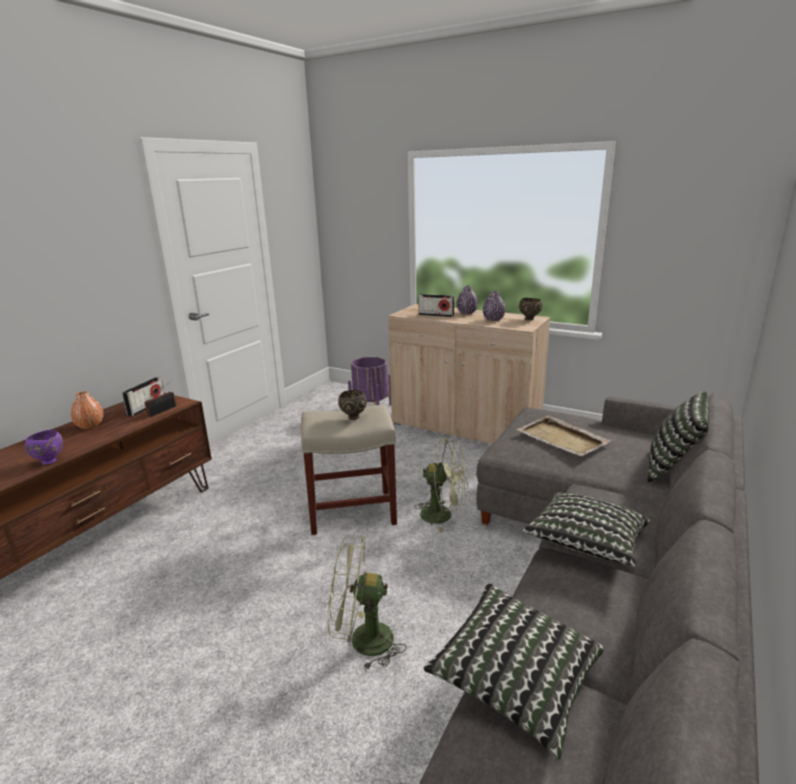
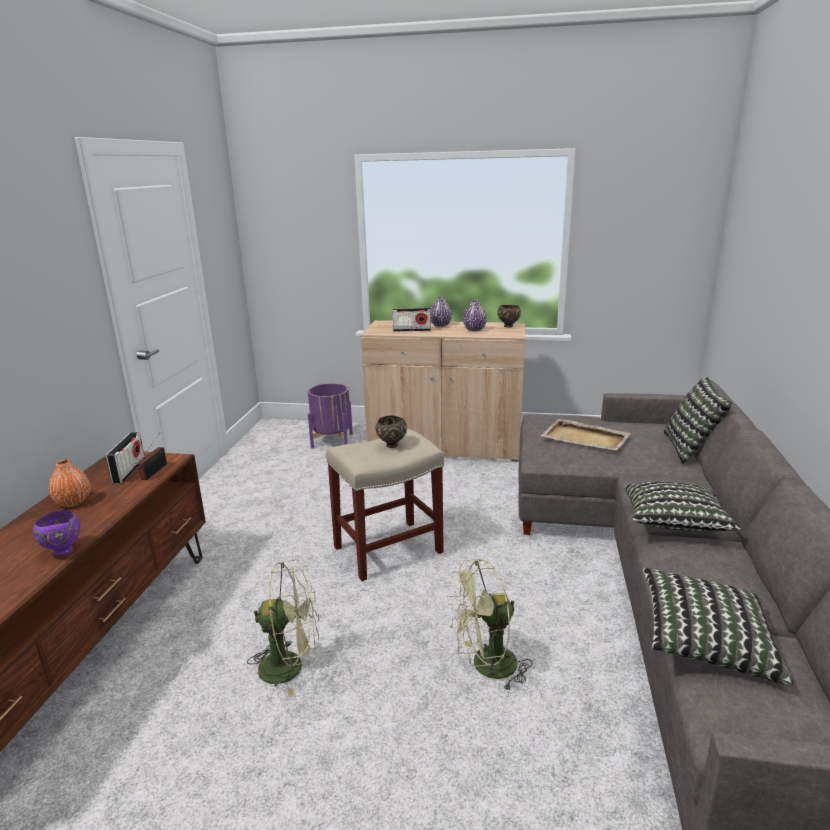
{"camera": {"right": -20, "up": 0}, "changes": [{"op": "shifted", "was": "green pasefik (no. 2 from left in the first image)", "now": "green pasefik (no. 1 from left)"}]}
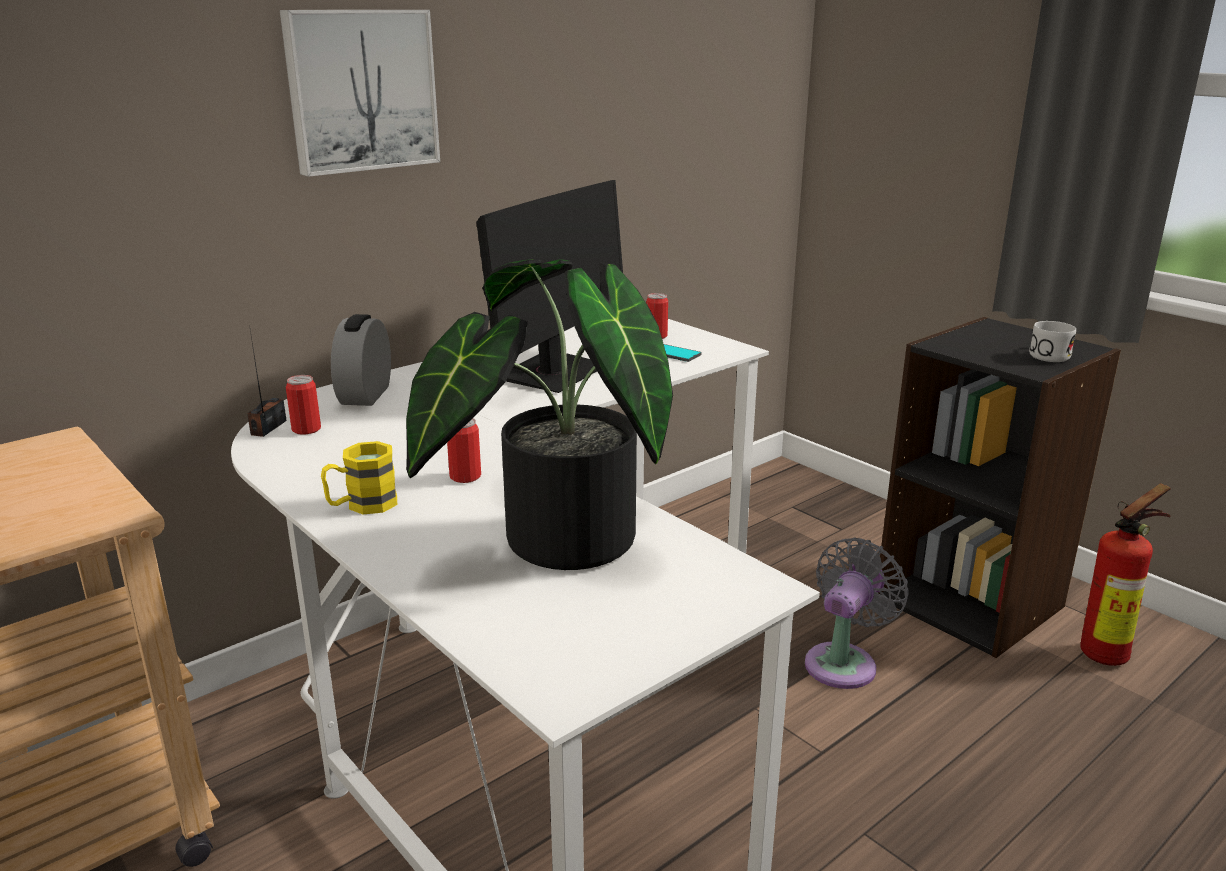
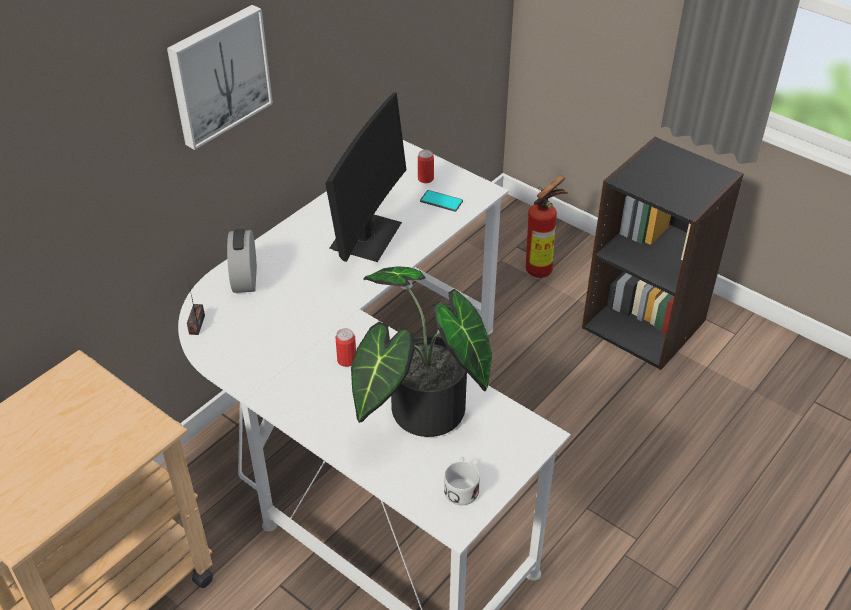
{"camera": {"right": -10, "up": 20}, "changes": [{"op": "gone", "was": "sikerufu (no. 1 from left)"}, {"op": "gone", "was": "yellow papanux"}, {"op": "gone", "was": "grey pasefik"}, {"op": "shifted", "was": "white papanux"}, {"op": "shifted", "was": "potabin"}]}
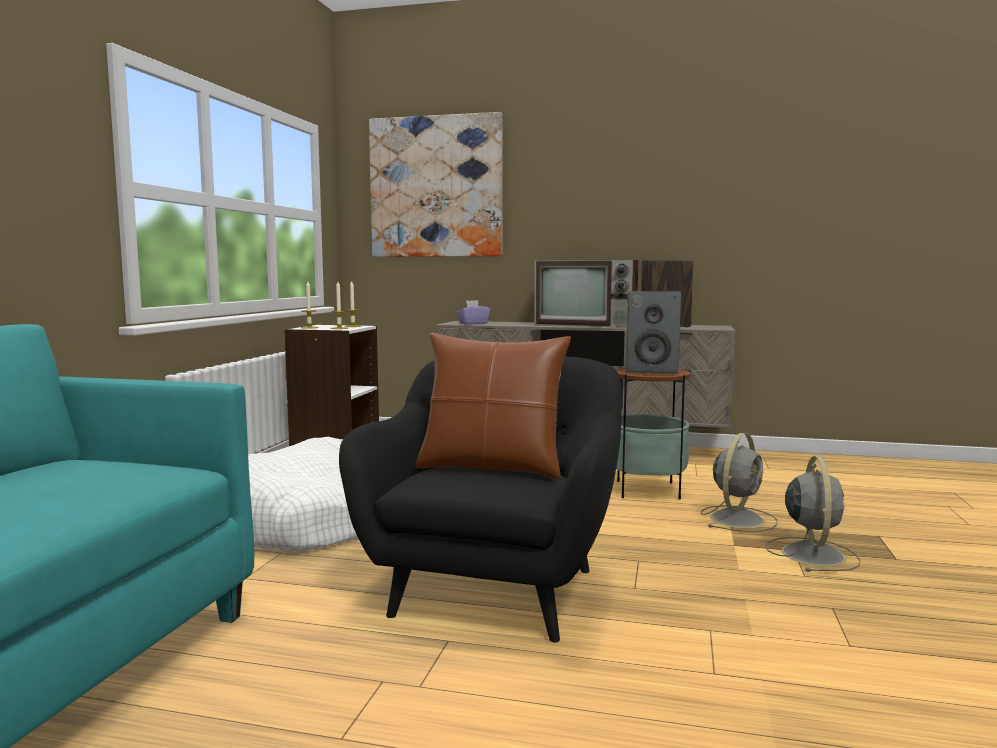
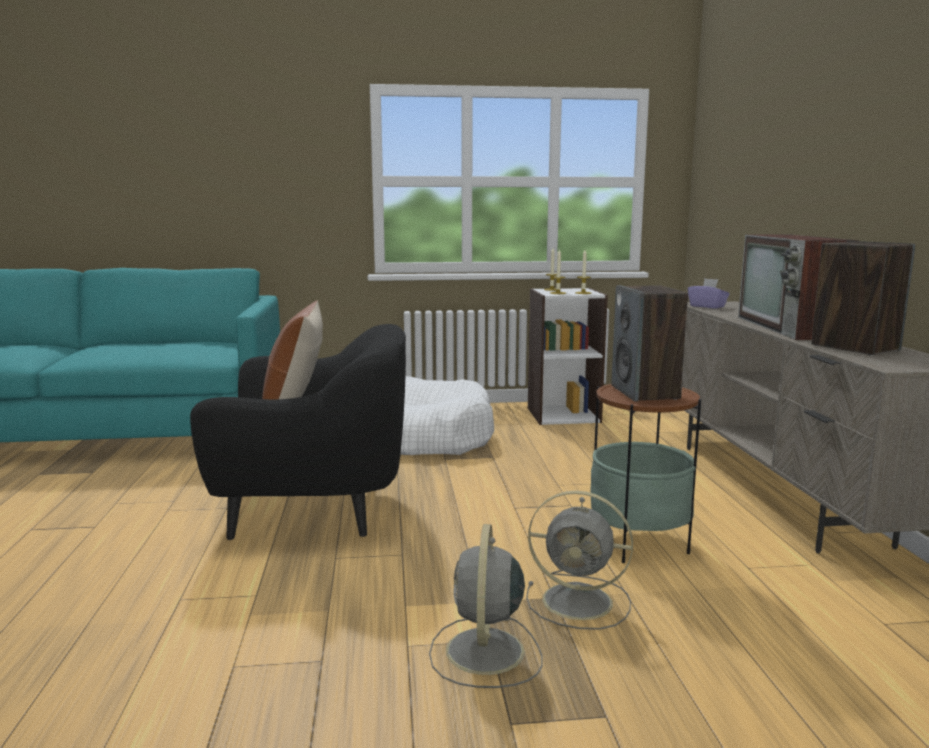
{"camera": {"right": 70, "up": 5}, "changes": [{"op": "gone", "was": "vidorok"}, {"op": "rotated", "was": "grey pasefik (no. 2 from left in the first image)", "clockwise": 105}]}
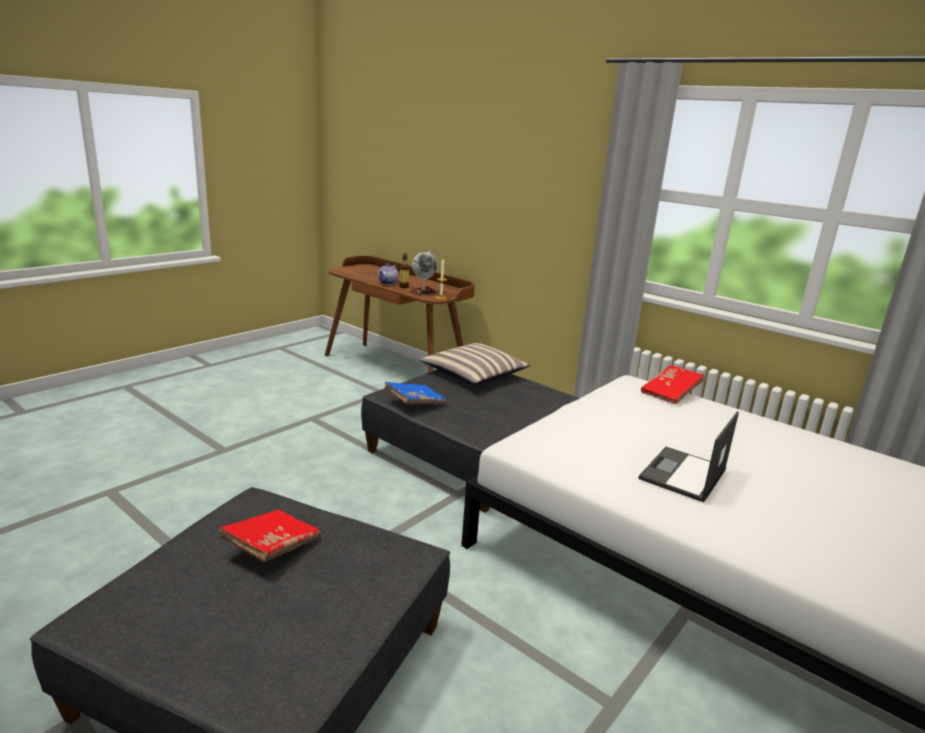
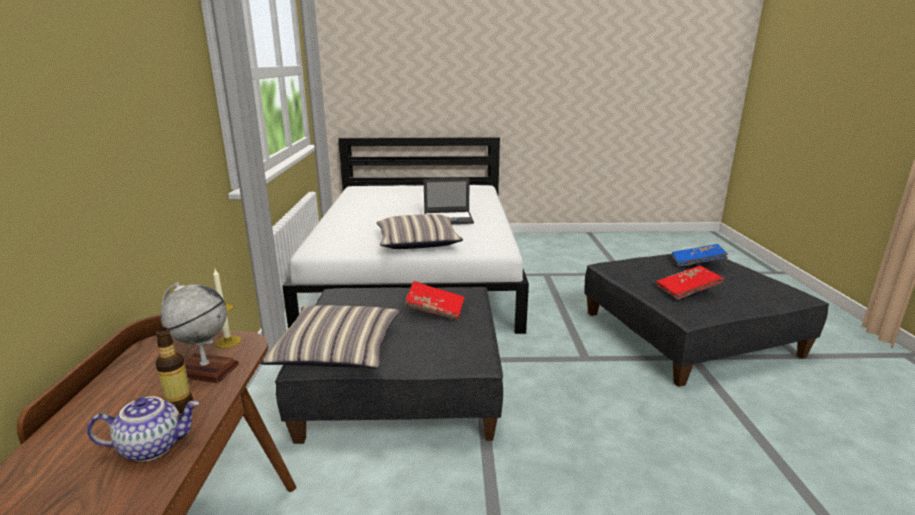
{"camera": {"right": -130, "up": 0}, "changes": [{"op": "new", "now": "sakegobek (no. 2 from left)"}, {"op": "shifted", "was": "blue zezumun"}, {"op": "shifted", "was": "red zezumun (no. 2 from left in the first image)", "now": "red zezumun (no. 1 from left)"}]}
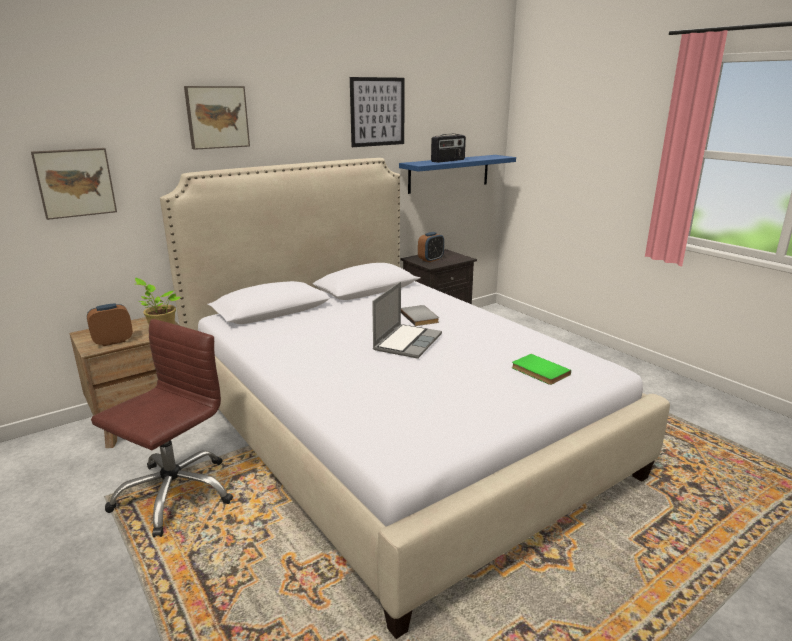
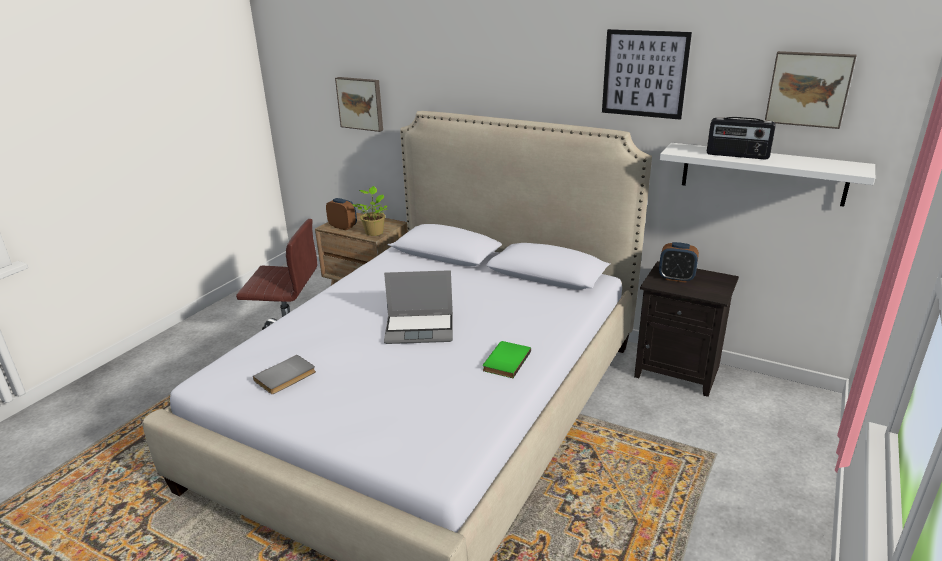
{"camera": {"right": 65, "up": 5}, "changes": [{"op": "shifted", "was": "vidorok (no. 2 from left in the first image)", "now": "vidorok (no. 3 from left)"}, {"op": "shifted", "was": "grey zezumun"}, {"op": "shifted", "was": "green zezumun"}, {"op": "repainted", "was": "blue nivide", "now": "white nivide"}]}
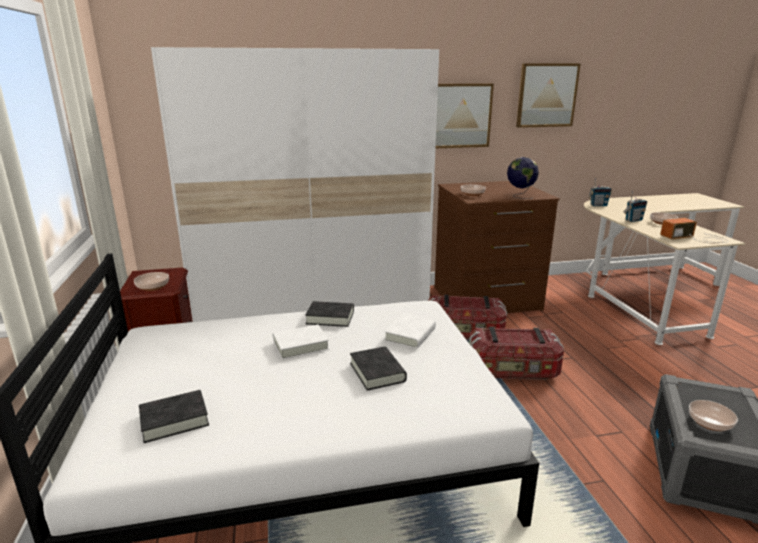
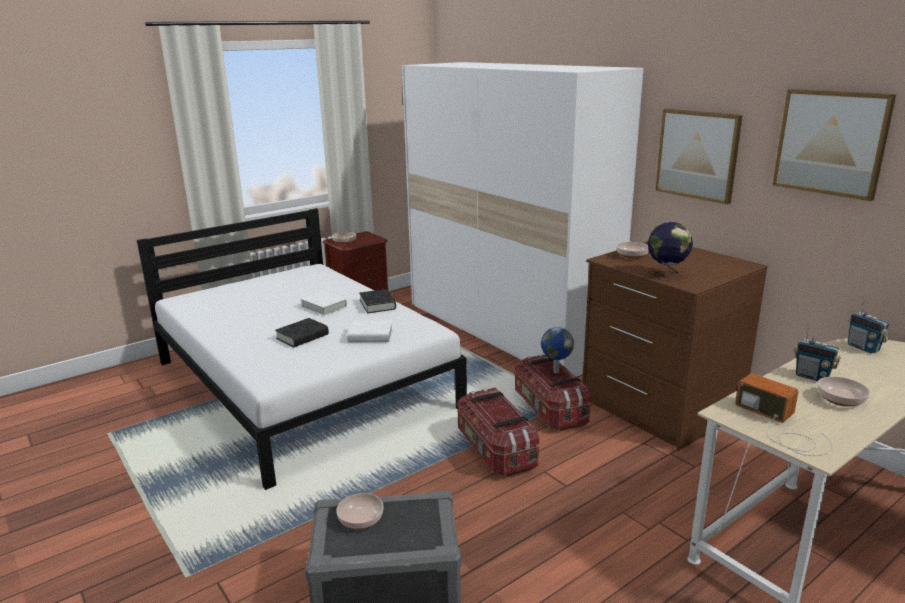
{"camera": {"right": 65, "up": 0}, "changes": [{"op": "gone", "was": "black zezumun (no. 1 from left)"}, {"op": "new", "now": "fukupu (no. 1 from left)"}]}
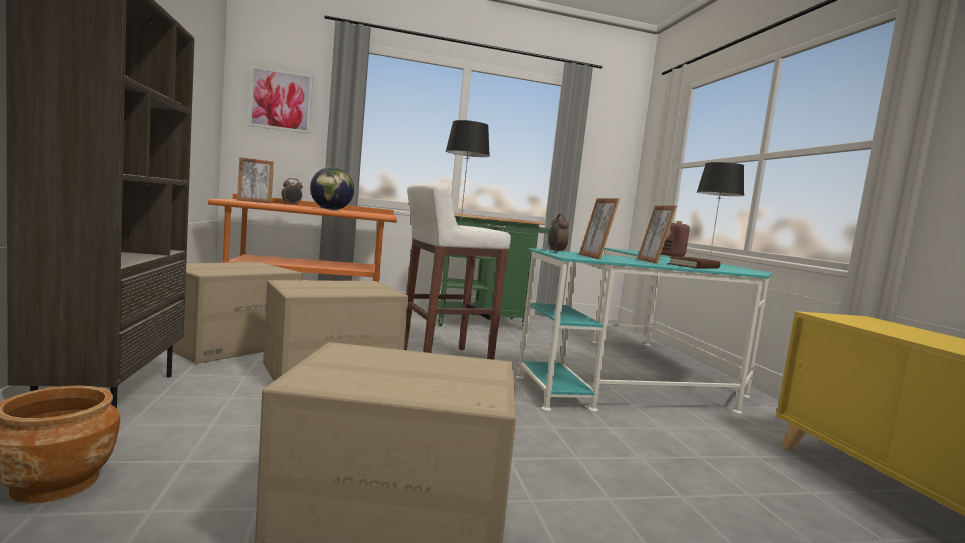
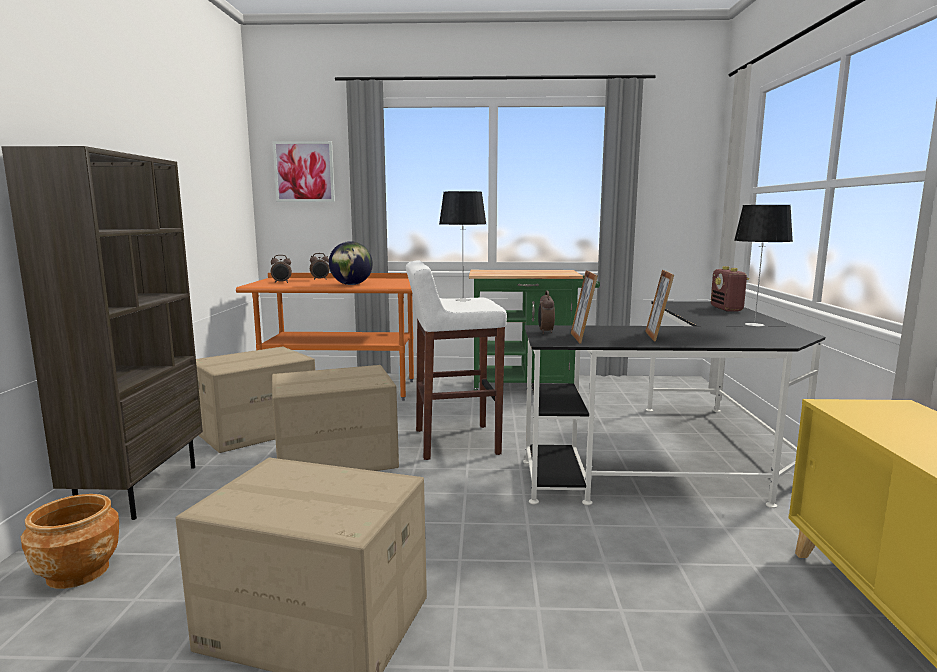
{"camera": {"right": 15, "up": 5}, "changes": [{"op": "gone", "was": "brown zezumun"}, {"op": "swapped", "was": "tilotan (no. 1 from left)", "now": "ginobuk (no. 1 from left)"}, {"op": "repainted", "was": "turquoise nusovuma", "now": "black nusovuma"}]}
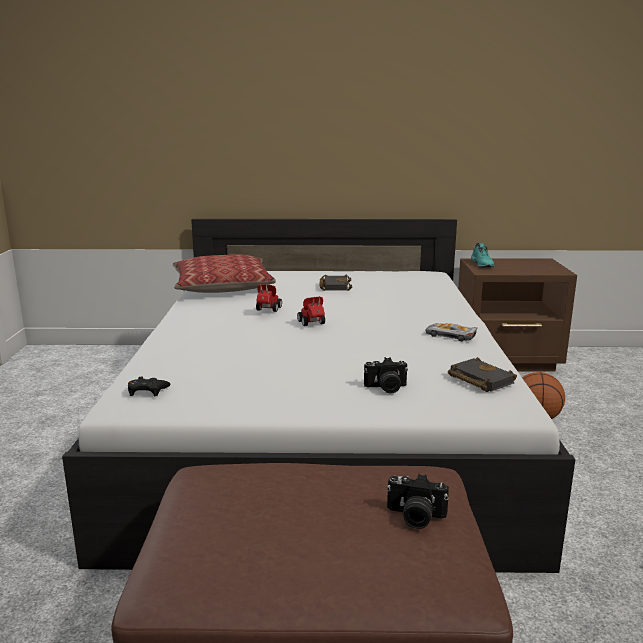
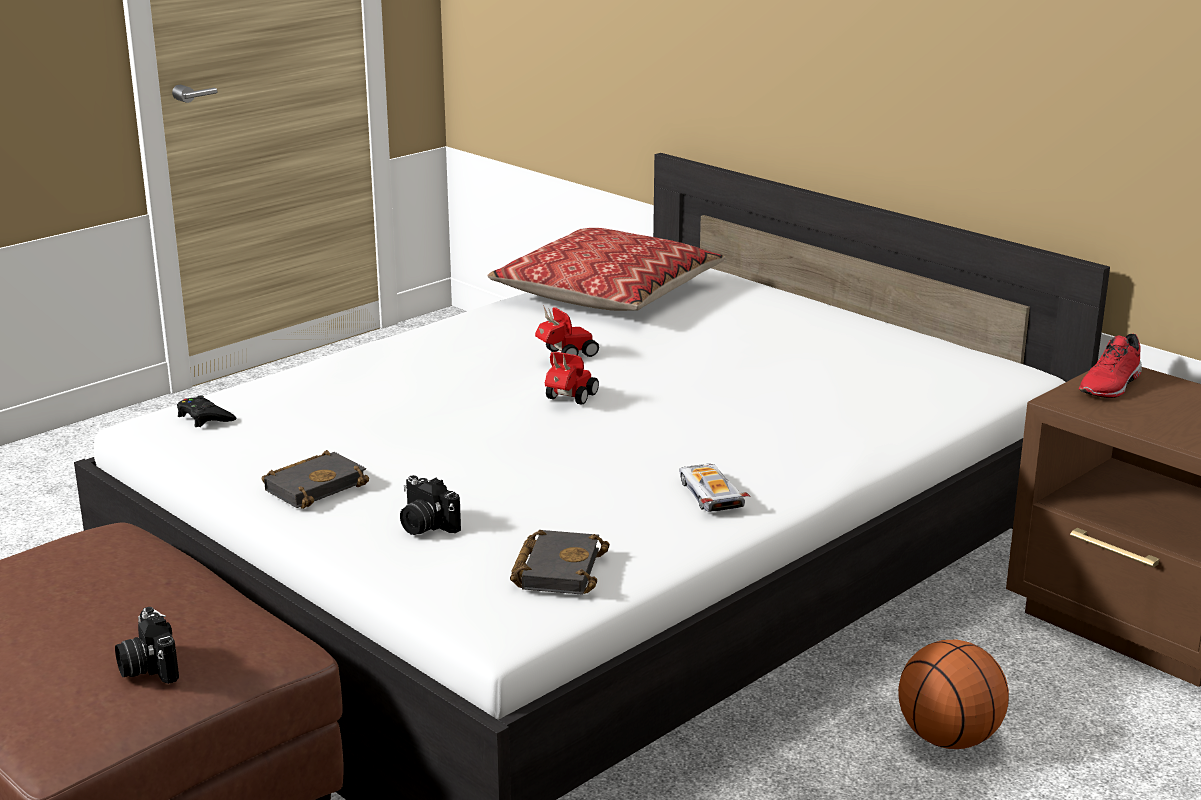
{"camera": {"right": 45, "up": 5}, "changes": [{"op": "shifted", "was": "black zezumun (no. 1 from left)"}, {"op": "repainted", "was": "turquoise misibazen", "now": "red misibazen"}]}
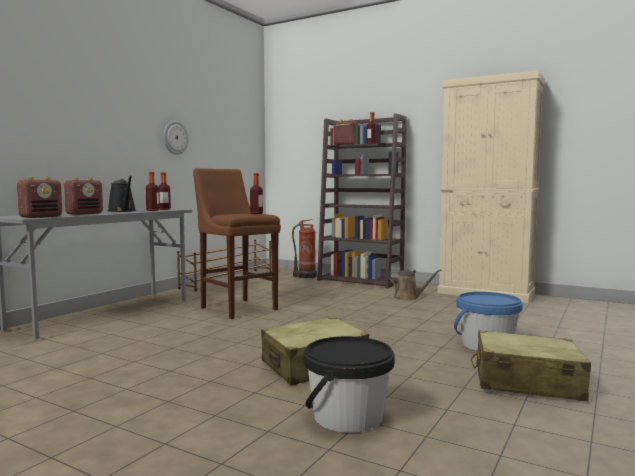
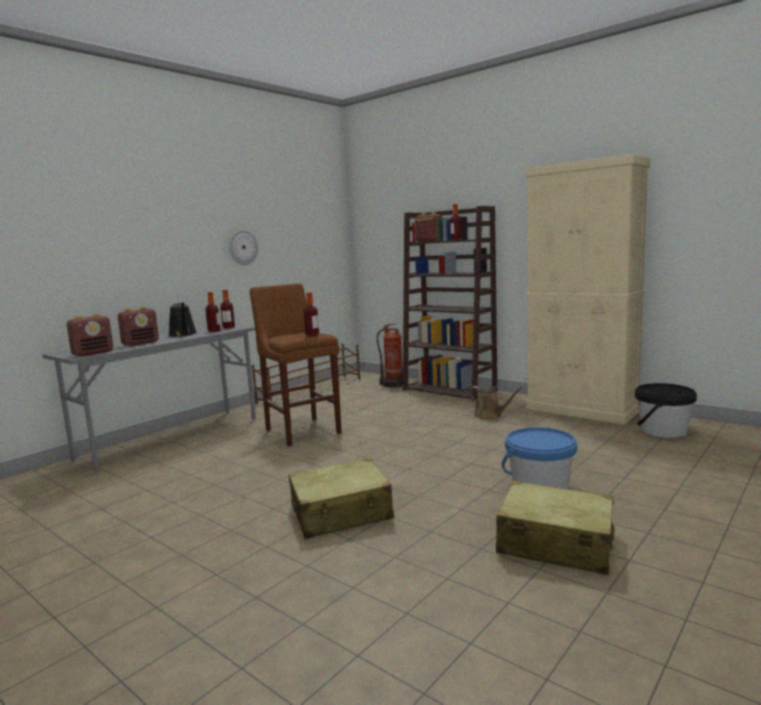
{"camera": {"right": 10, "up": 5}, "changes": [{"op": "shifted", "was": "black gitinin"}]}
